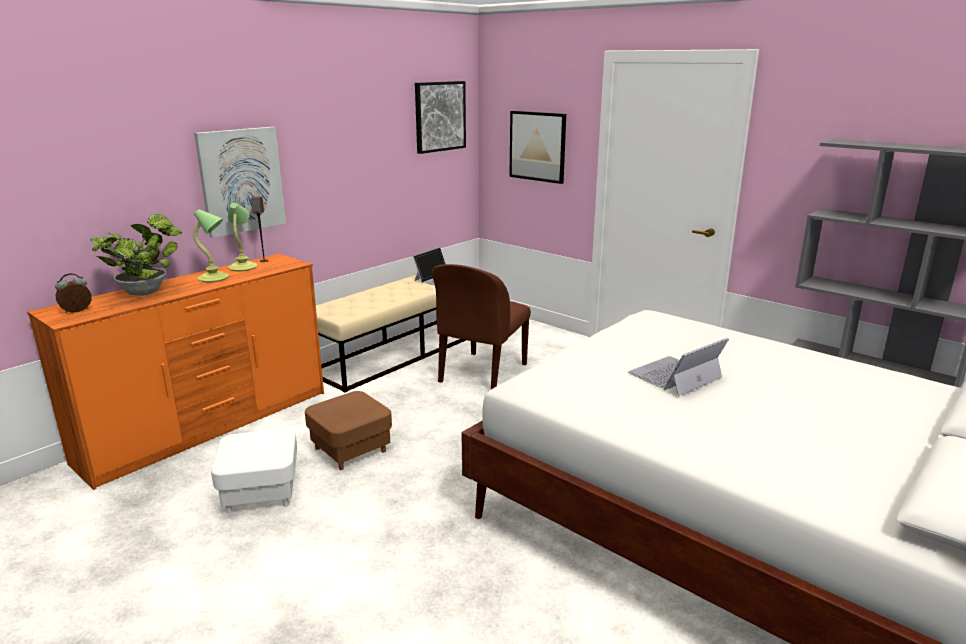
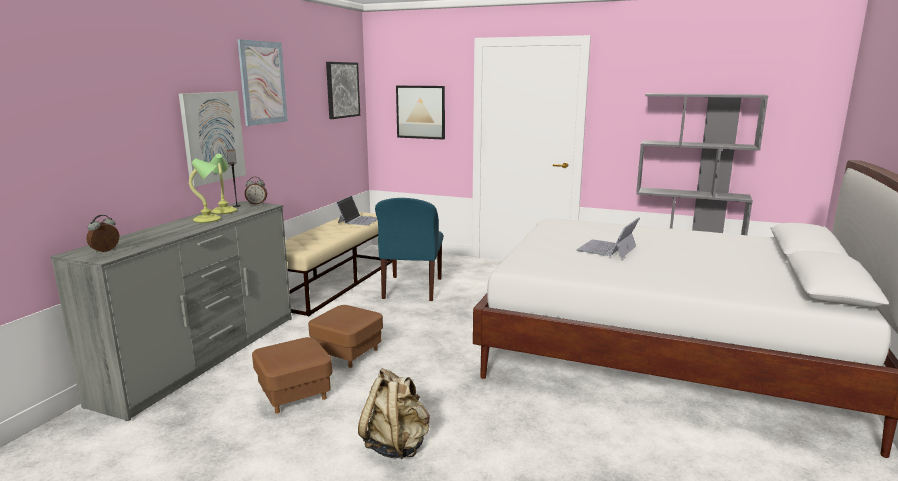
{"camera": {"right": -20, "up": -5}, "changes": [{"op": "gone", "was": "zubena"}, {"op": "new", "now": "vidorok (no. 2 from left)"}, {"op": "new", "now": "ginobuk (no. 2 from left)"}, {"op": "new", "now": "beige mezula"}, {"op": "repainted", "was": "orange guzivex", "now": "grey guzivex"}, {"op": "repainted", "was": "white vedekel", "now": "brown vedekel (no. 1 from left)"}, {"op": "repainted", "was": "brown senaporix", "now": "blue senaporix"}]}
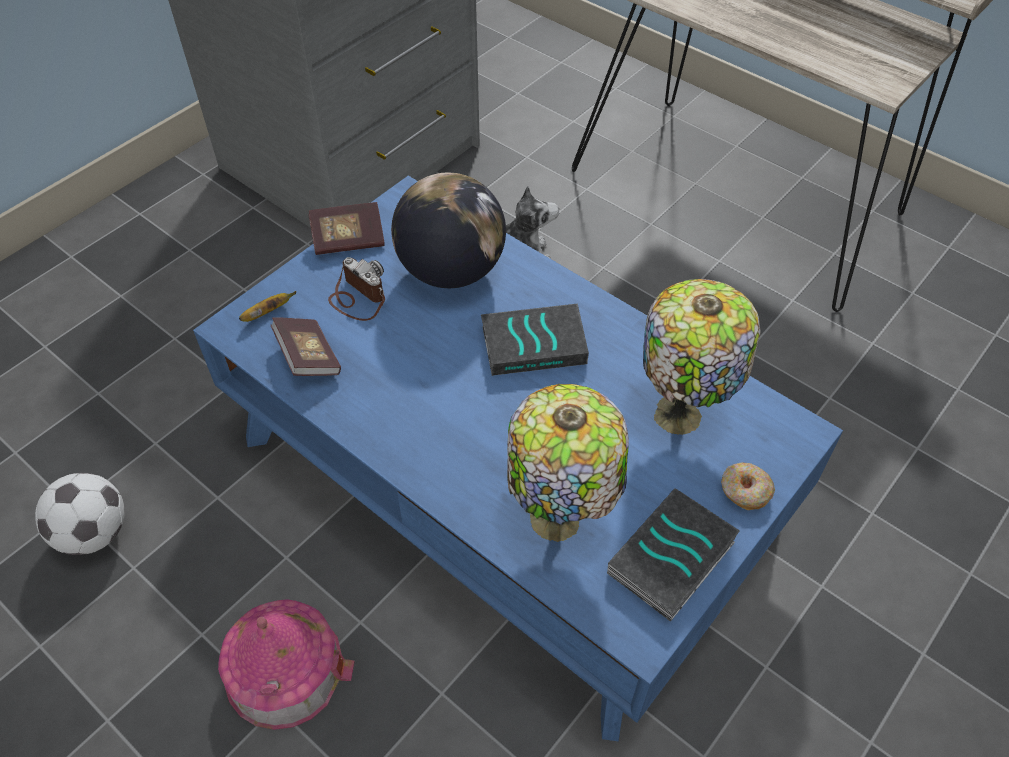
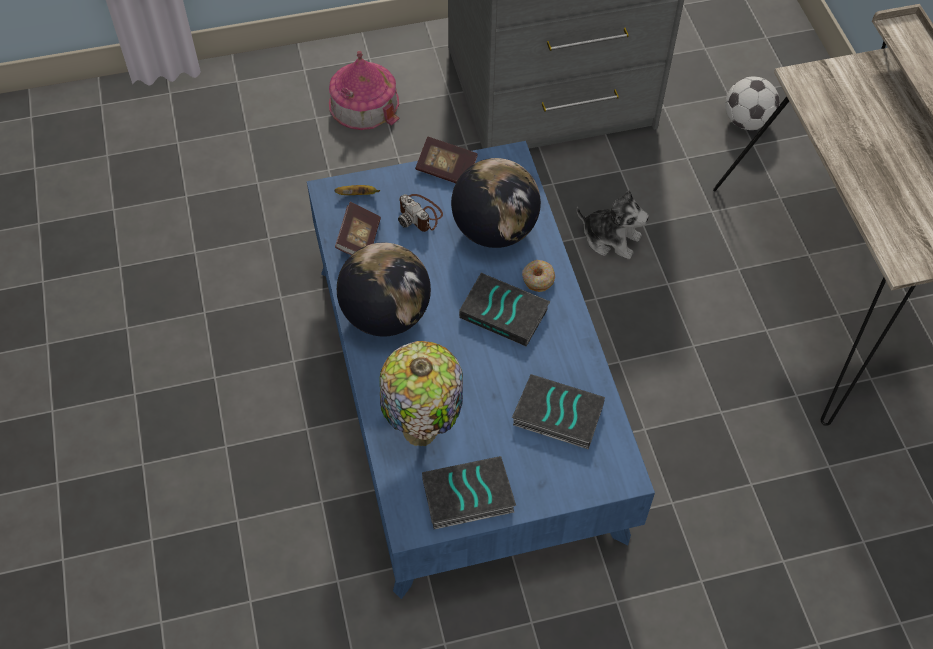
{"camera": {"right": 35, "up": 5}, "changes": [{"op": "new", "now": "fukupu (no. 1 from left)"}, {"op": "shifted", "was": "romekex"}, {"op": "shifted", "was": "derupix"}, {"op": "shifted", "was": "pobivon"}, {"op": "swapped", "was": "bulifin (no. 2 from left)", "now": "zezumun (no. 5 from left)"}, {"op": "rotated", "was": "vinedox", "clockwise": 150}]}
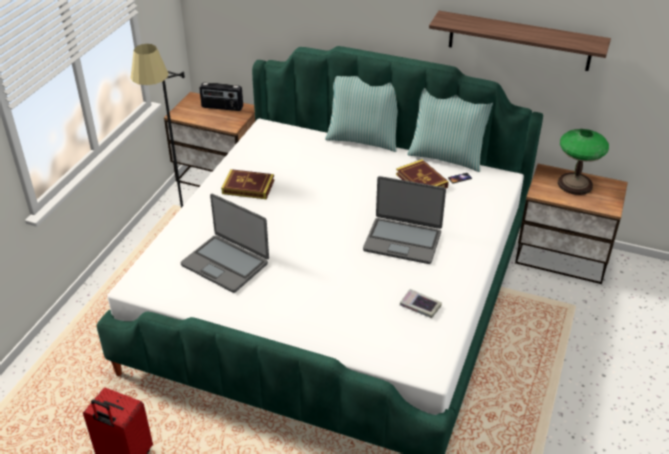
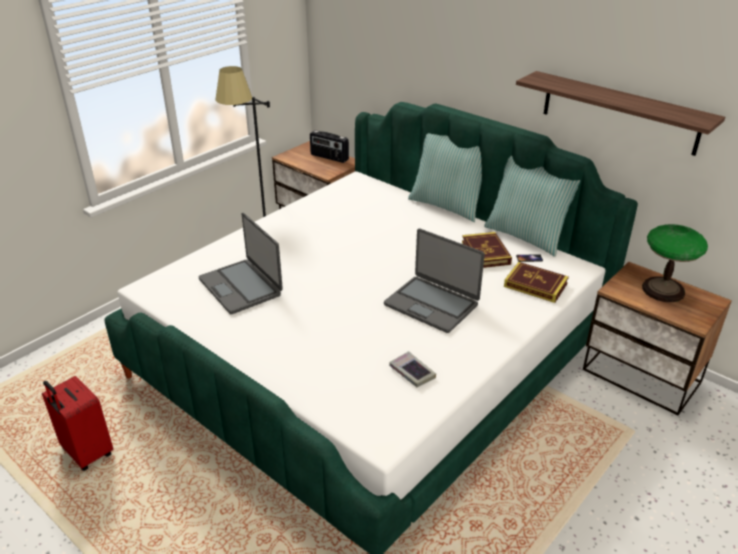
{"camera": {"right": 20, "up": -5}, "changes": [{"op": "shifted", "was": "zezumun (no. 1 from left in the first image)", "now": "zezumun (no. 3 from left)"}]}
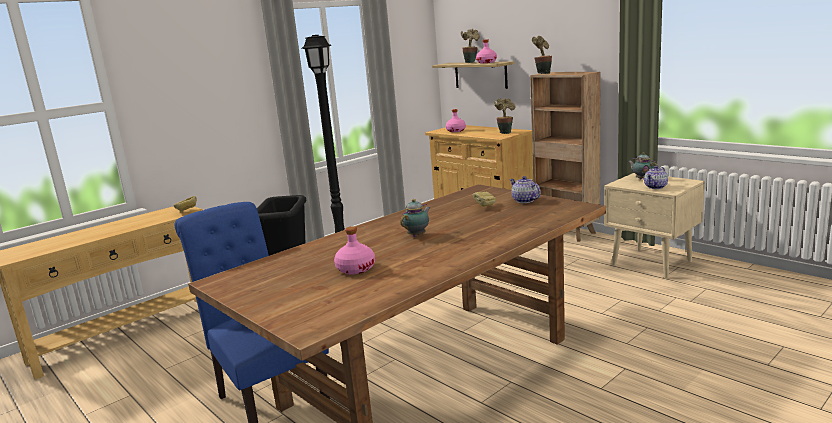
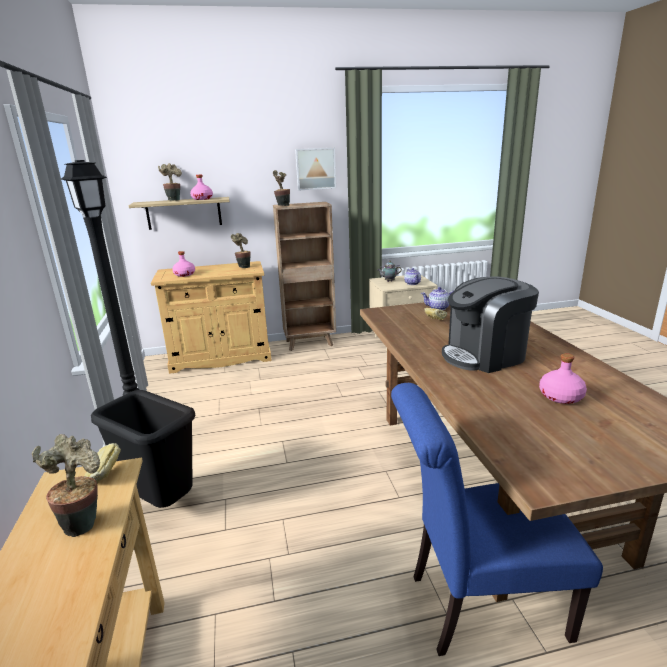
{"camera": {"right": -60, "up": 5}, "changes": [{"op": "new", "now": "zubena (no. 1 from left)"}, {"op": "new", "now": "vidorok"}, {"op": "swapped", "was": "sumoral (no. 1 from left)", "now": "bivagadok"}]}
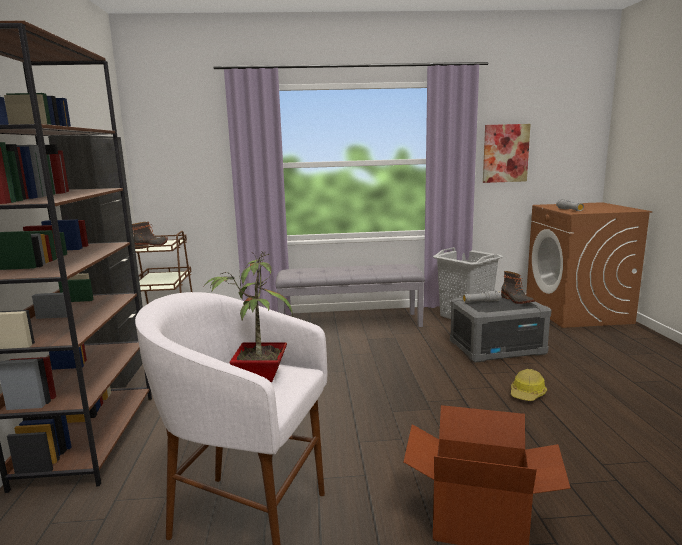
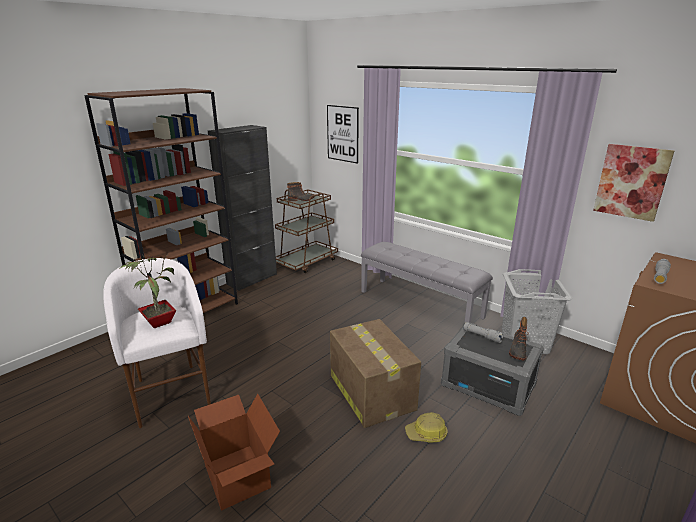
{"camera": {"right": 45, "up": 10}, "changes": [{"op": "new", "now": "vidorok (no. 1 from left)"}, {"op": "new", "now": "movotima (no. 2 from left)"}]}
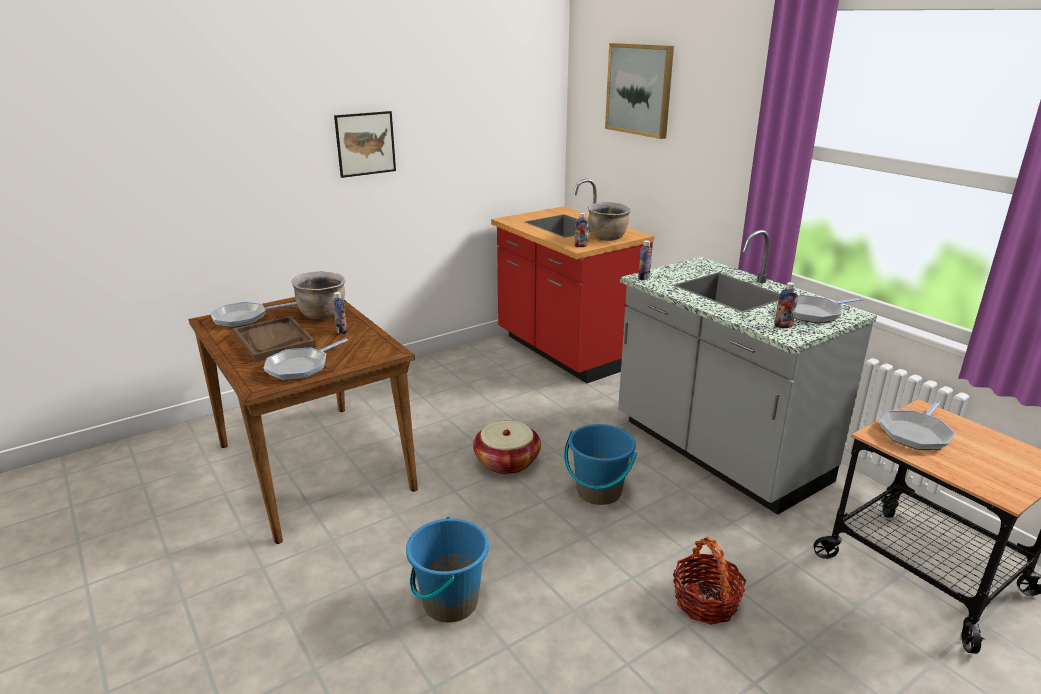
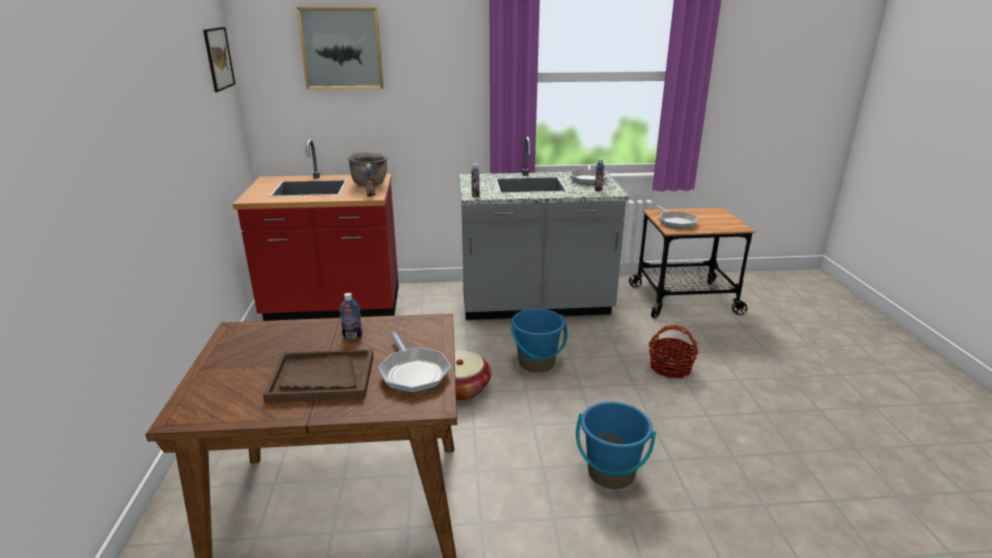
{"camera": {"right": -60, "up": 0}, "changes": [{"op": "gone", "was": "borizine (no. 1 from left)"}, {"op": "gone", "was": "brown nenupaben (no. 1 from left)"}, {"op": "shifted", "was": "vidorok (no. 1 from left)"}]}
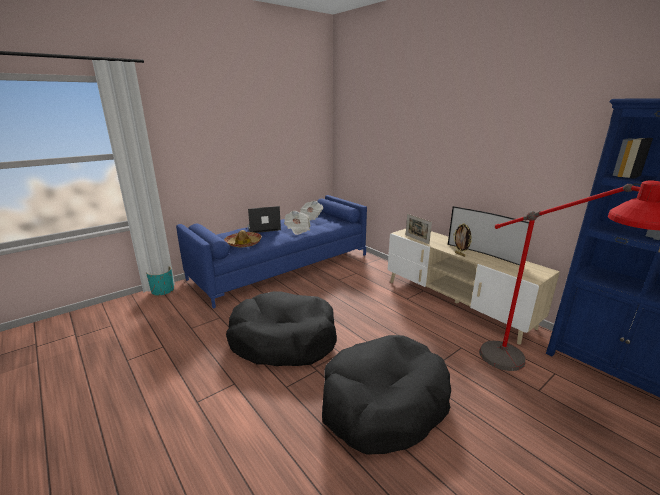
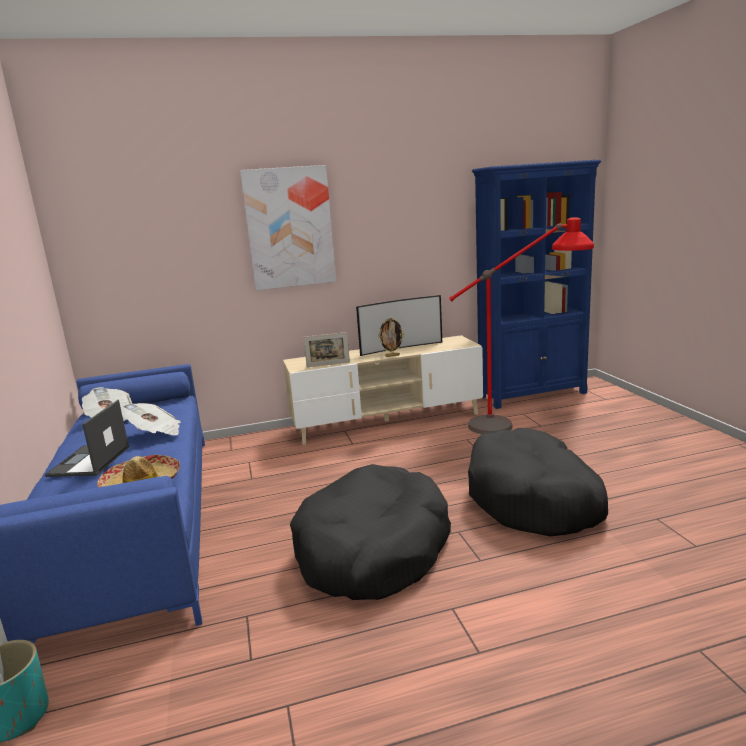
{"camera": {"right": -65, "up": -5}, "changes": [{"op": "new", "now": "vidorok"}]}
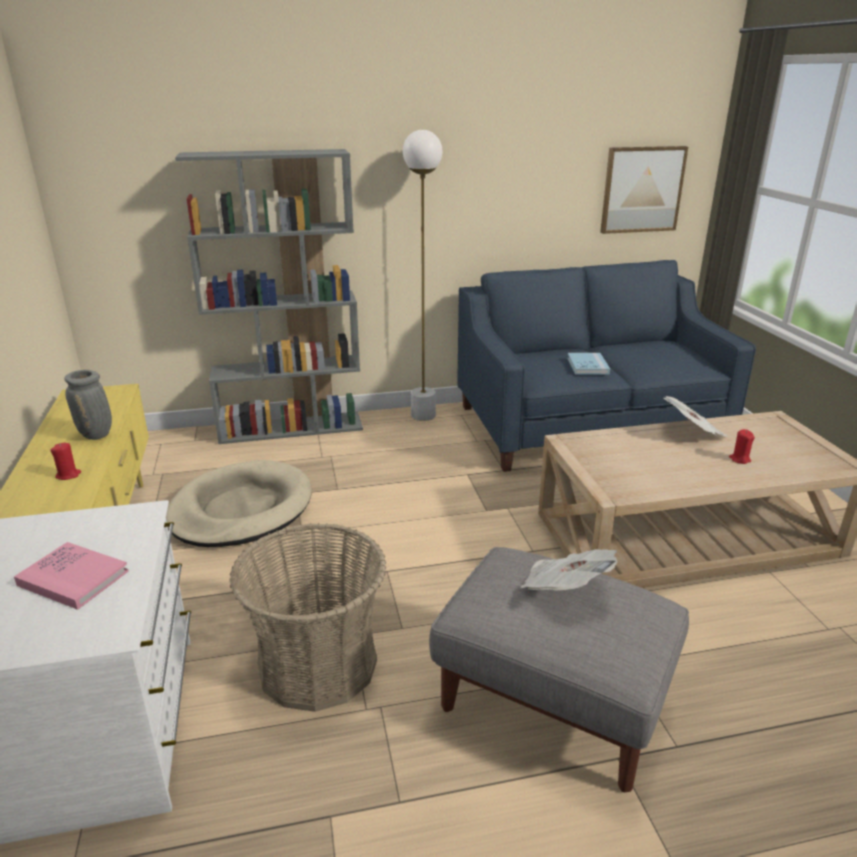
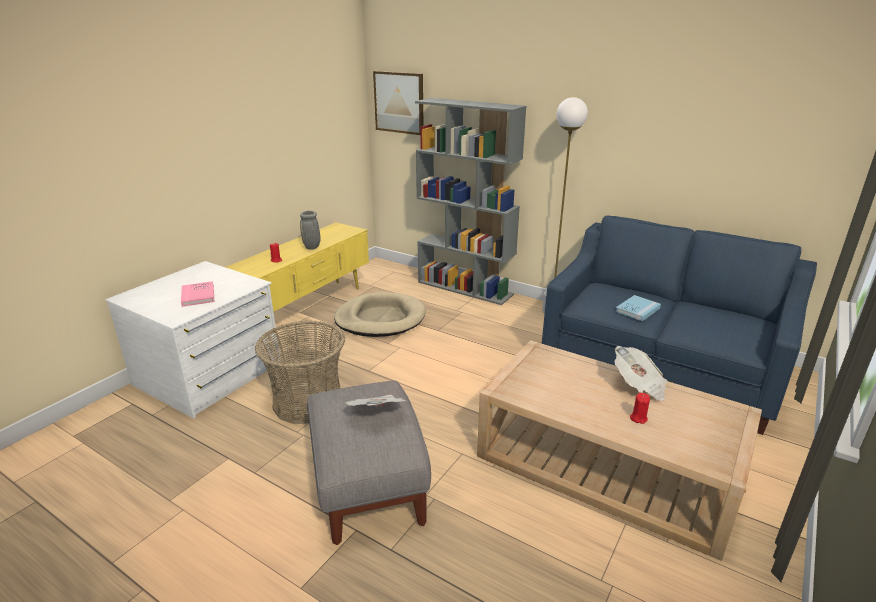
{"camera": {"right": 45, "up": 0}, "changes": [{"op": "shifted", "was": "vidorok"}]}
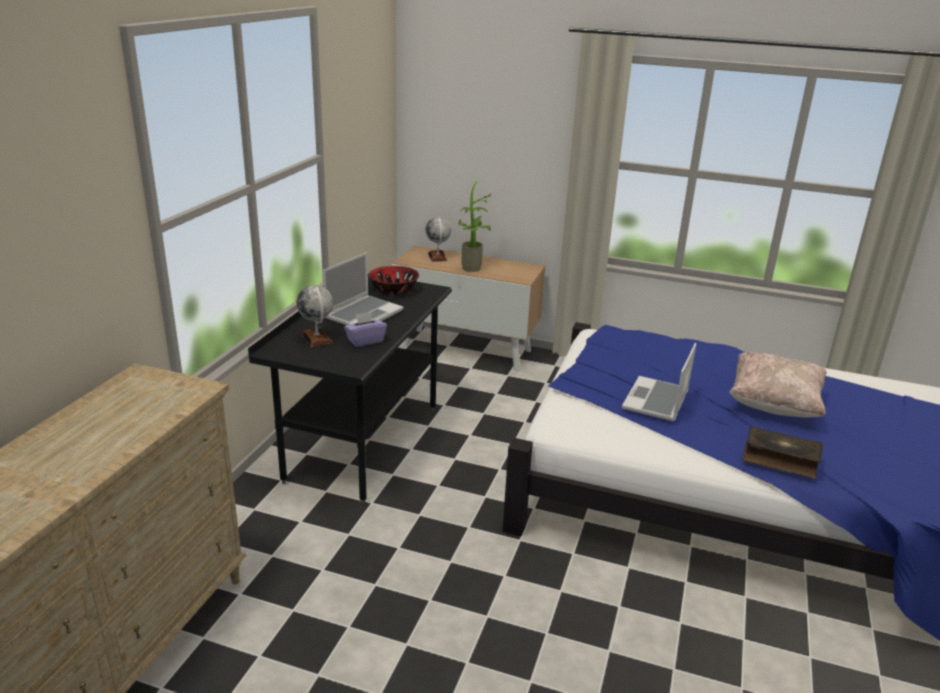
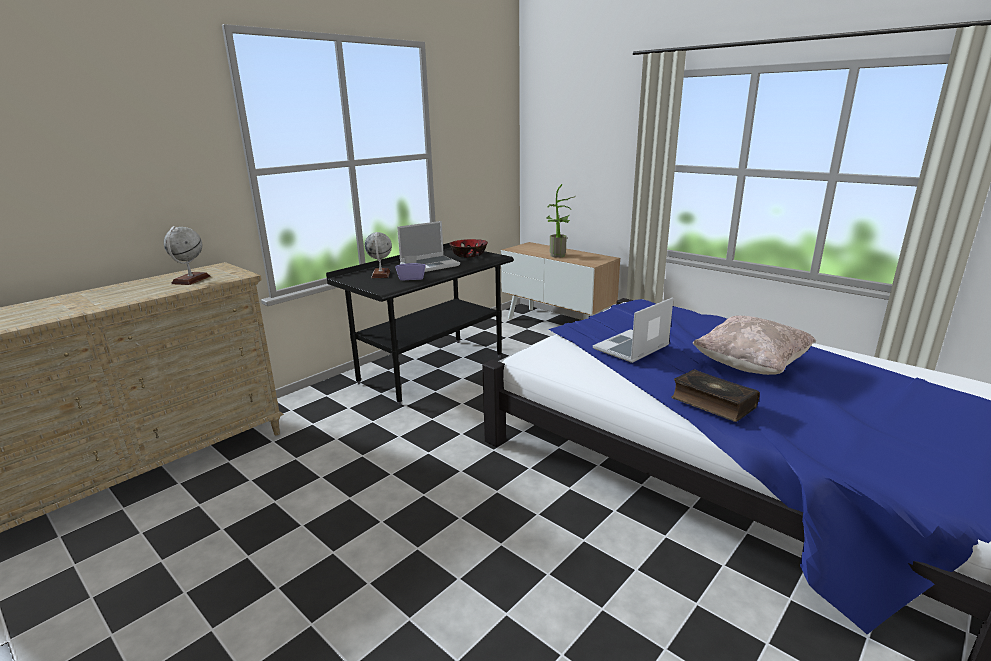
{"camera": {"right": 25, "up": -5}, "changes": [{"op": "shifted", "was": "fukupu (no. 2 from left in the first image)", "now": "fukupu (no. 1 from left)"}]}
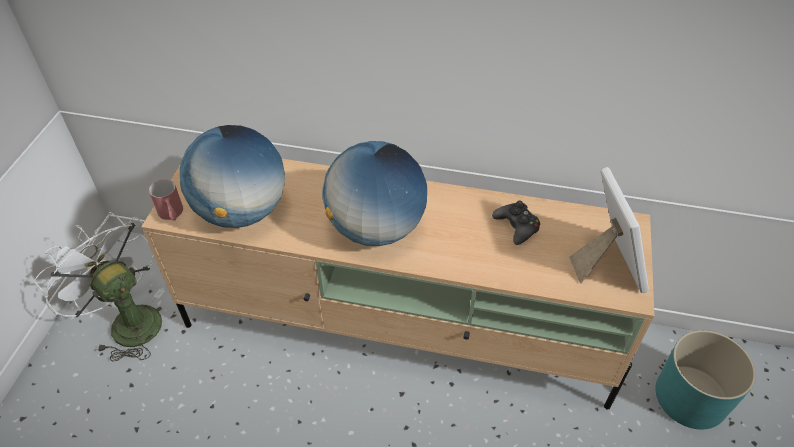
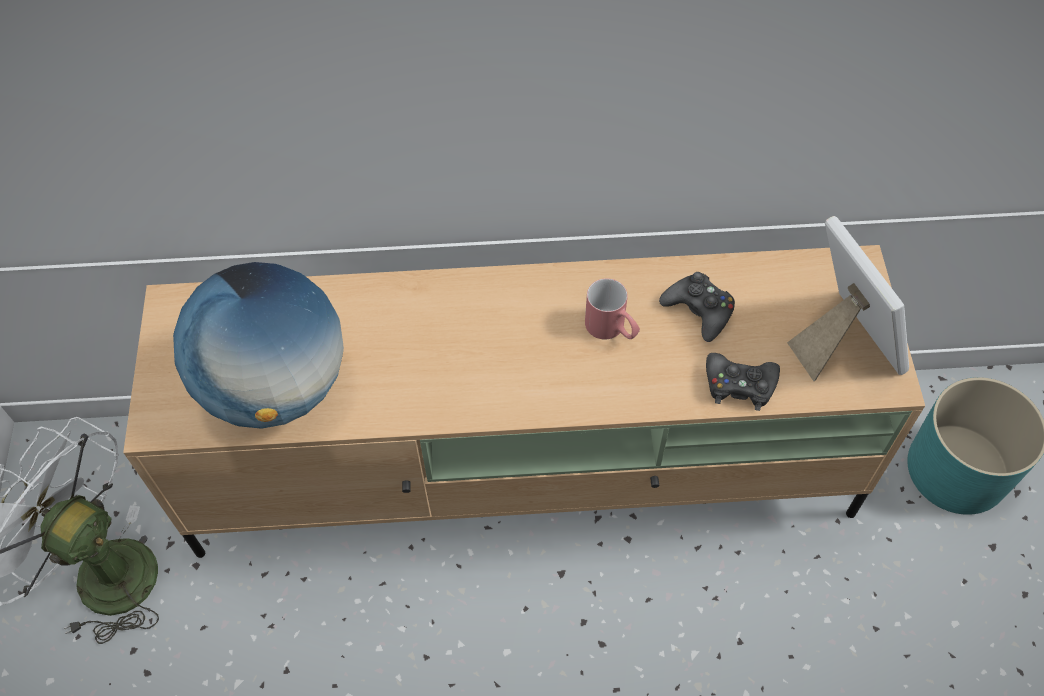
{"camera": {"right": -15, "up": 10}, "changes": [{"op": "gone", "was": "fukupu (no. 2 from left)"}, {"op": "new", "now": "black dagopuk (no. 2 from left)"}, {"op": "shifted", "was": "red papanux"}]}
